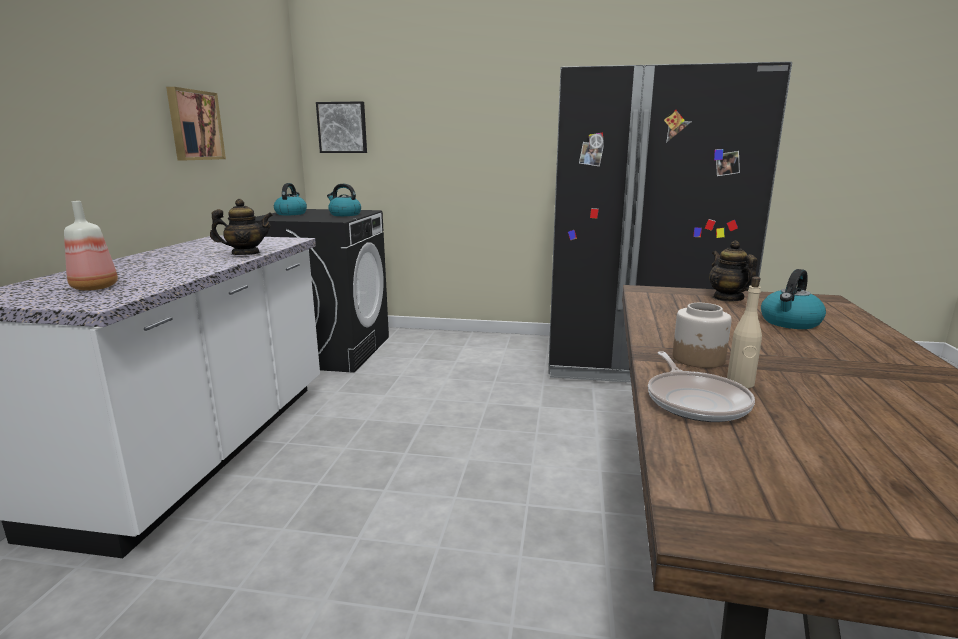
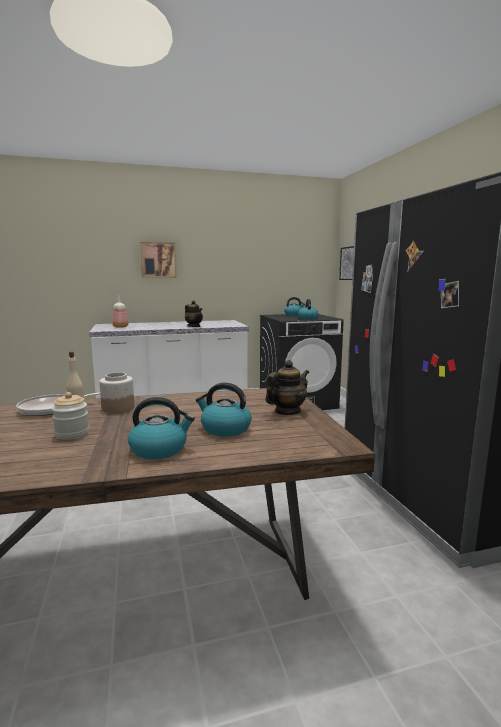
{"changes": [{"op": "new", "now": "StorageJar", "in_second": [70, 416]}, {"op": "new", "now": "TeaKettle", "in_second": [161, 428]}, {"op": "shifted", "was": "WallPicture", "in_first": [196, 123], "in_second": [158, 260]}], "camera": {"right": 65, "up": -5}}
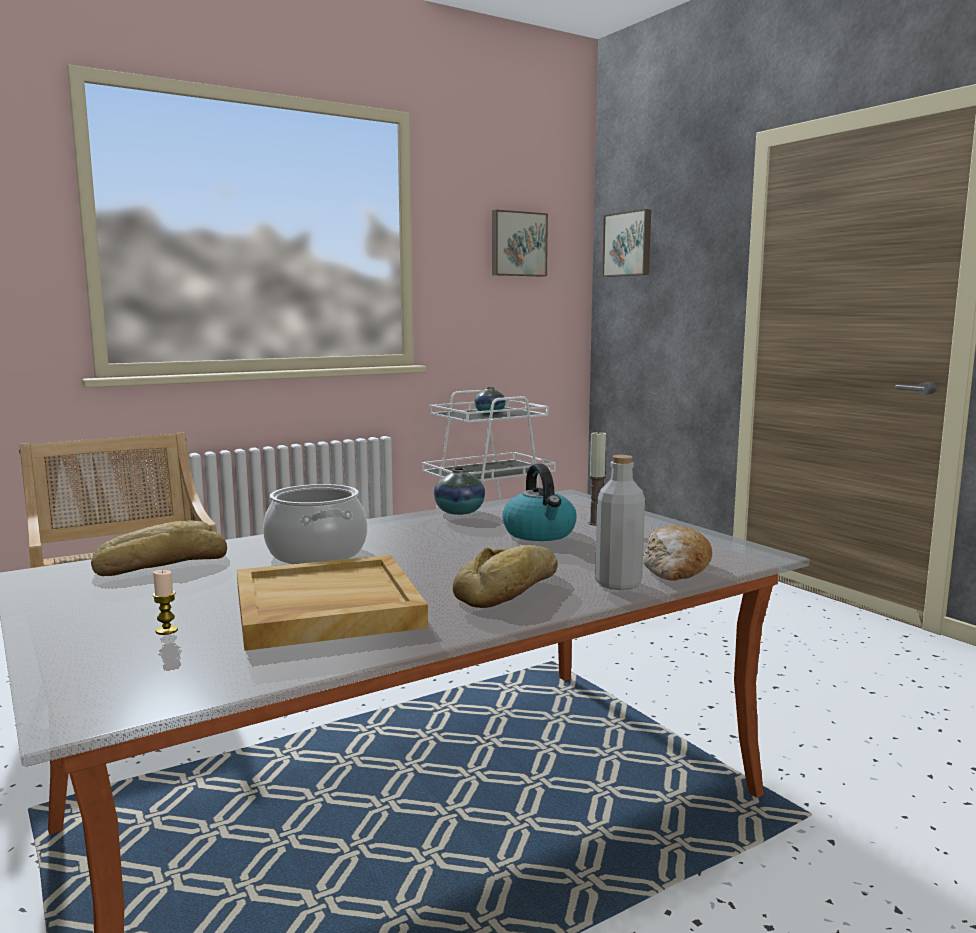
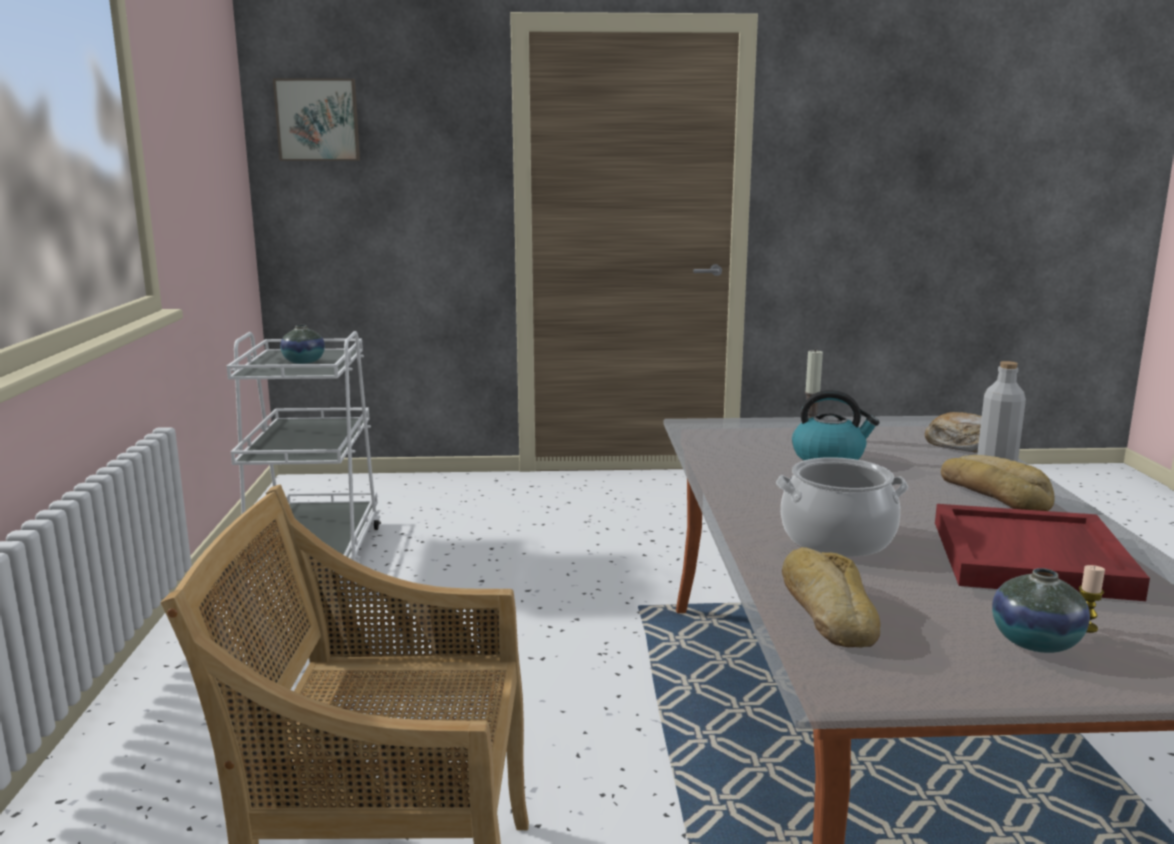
{"changes": [{"op": "gone", "was": "WallPicture", "in_first": [520, 243]}, {"op": "shifted", "was": "DecorativeVase", "in_first": [459, 491], "in_second": [1041, 610]}, {"op": "repainted", "was": "BeigeServingTray", "now": "RedColouredServingTray", "in_first": [332, 603], "in_second": [1042, 552]}], "camera": {"right": -60, "up": 5}}
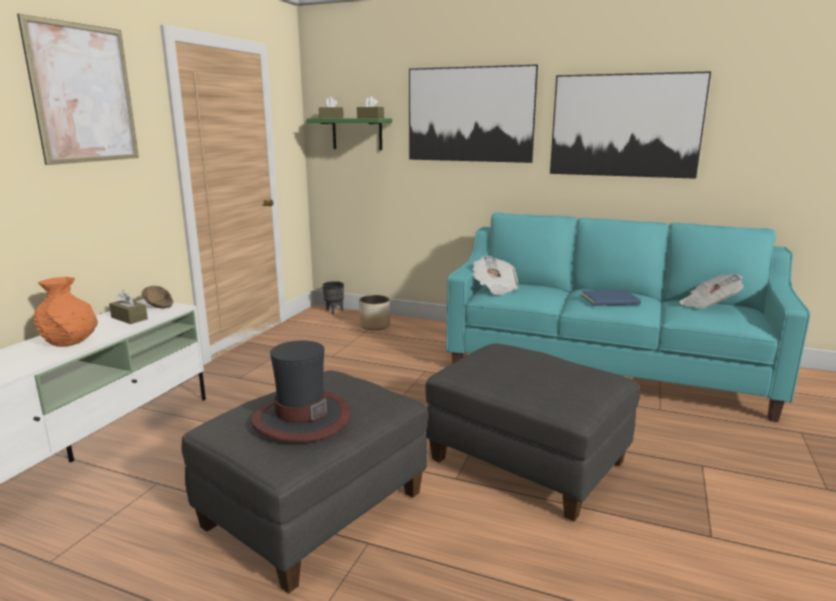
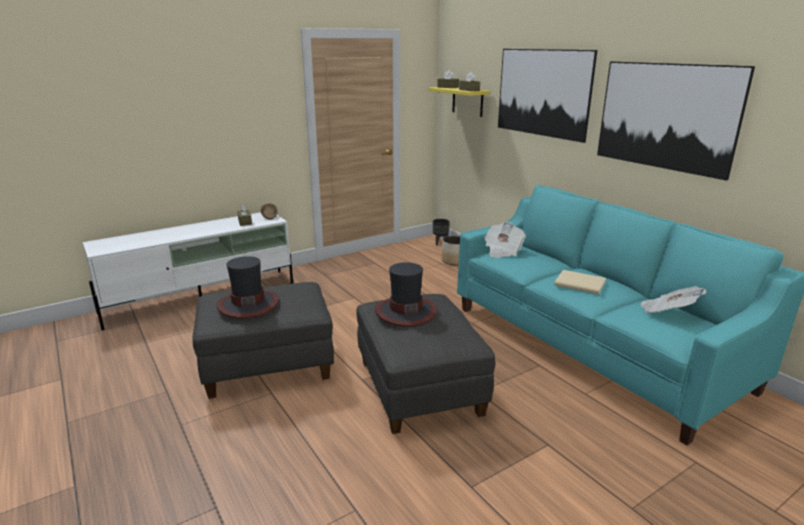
{"changes": [{"op": "gone", "was": "WallPicture", "in_first": [78, 89]}, {"op": "gone", "was": "OrangeyDecorativeVase", "in_first": [66, 312]}, {"op": "new", "now": "WearableHat", "in_second": [406, 294]}, {"op": "repainted", "was": "GreenShelf", "now": "YellowShelf", "in_first": [349, 134], "in_second": [459, 102]}, {"op": "repainted", "was": "BlueColouredVolume", "now": "BeigeVolume", "in_first": [611, 297], "in_second": [580, 282]}], "camera": {"right": 35, "up": 5}}
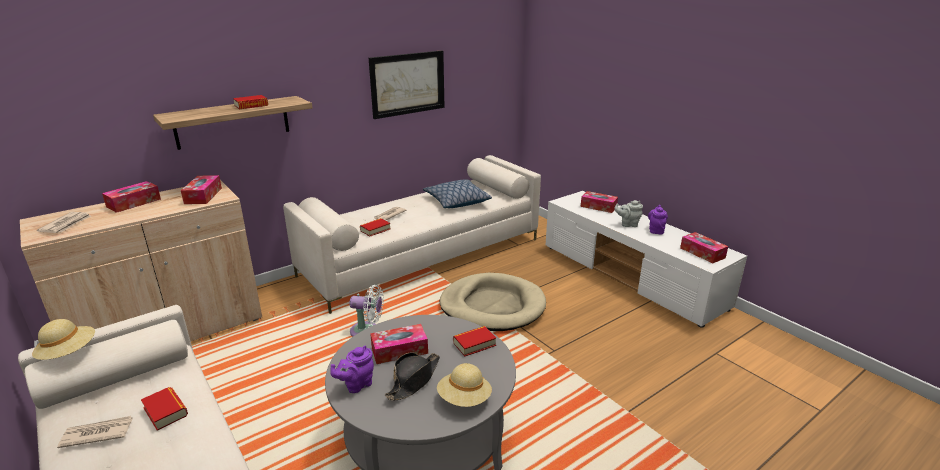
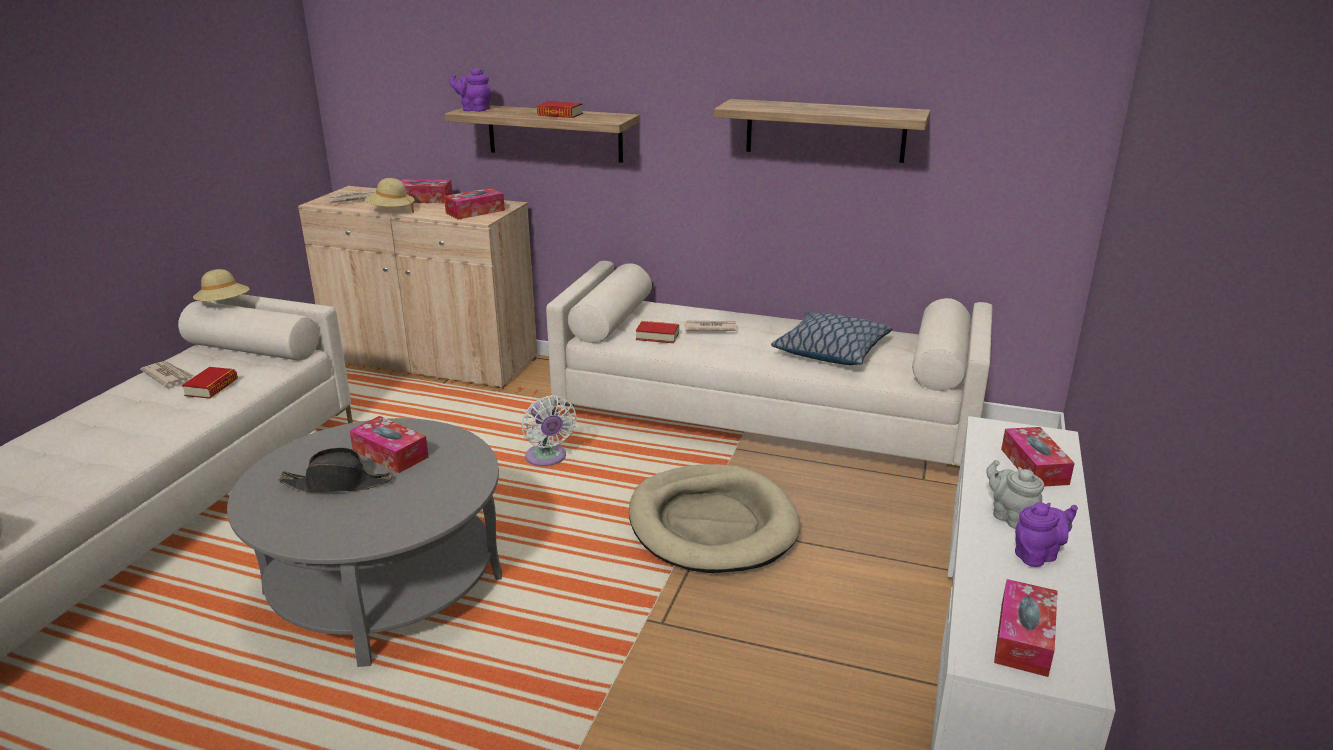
{"changes": [{"op": "gone", "was": "Volume", "in_first": [474, 341]}, {"op": "shifted", "was": "PurplePotForTea", "in_first": [352, 369], "in_second": [470, 90]}, {"op": "shifted", "was": "BeigeWearableHat", "in_first": [464, 385], "in_second": [390, 195]}, {"op": "swapped", "was": "WallPicture", "now": "Shelf", "in_first": [407, 84], "in_second": [822, 131]}], "camera": {"right": 55, "up": 0}}
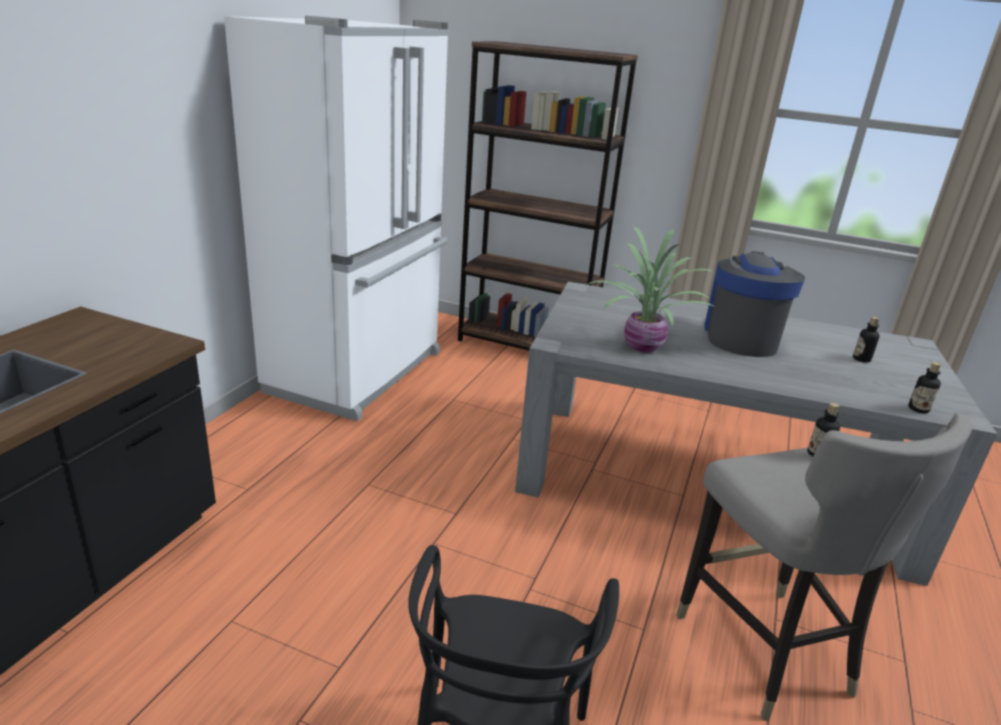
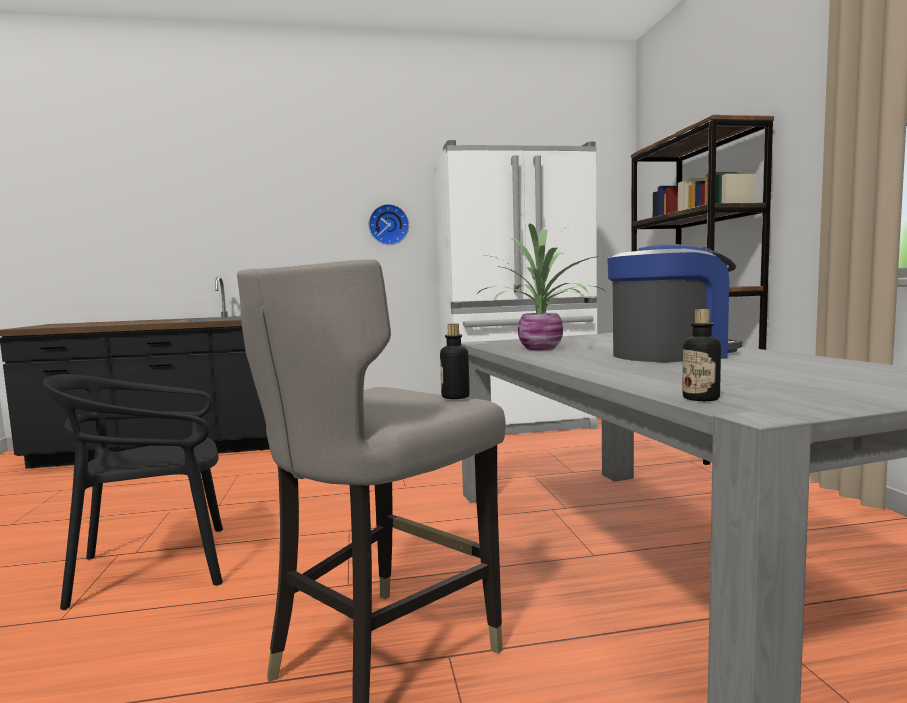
{"changes": [{"op": "gone", "was": "Bottle", "in_first": [866, 340]}, {"op": "new", "now": "WallClock", "in_second": [389, 224]}], "camera": {"right": 60, "up": -20}}
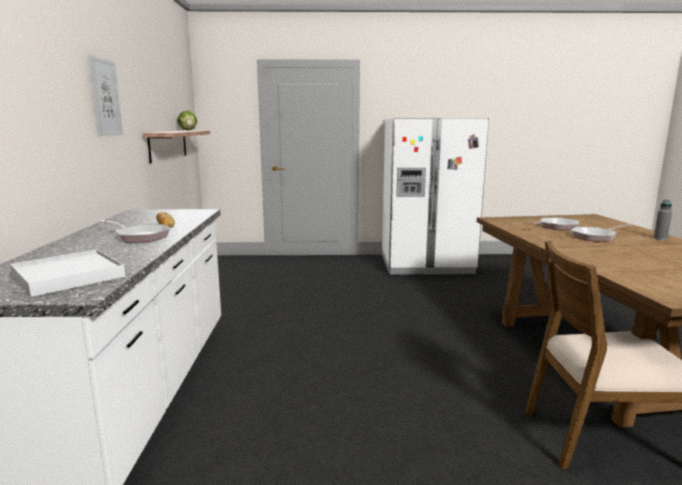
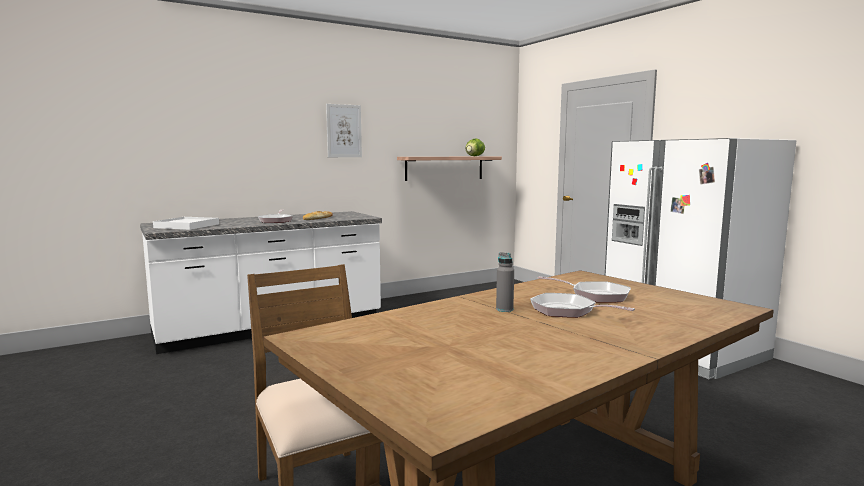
{"changes": [{"op": "shifted", "was": "GreyishBottle", "in_first": [662, 220], "in_second": [505, 282]}], "camera": {"right": 60, "up": -5}}
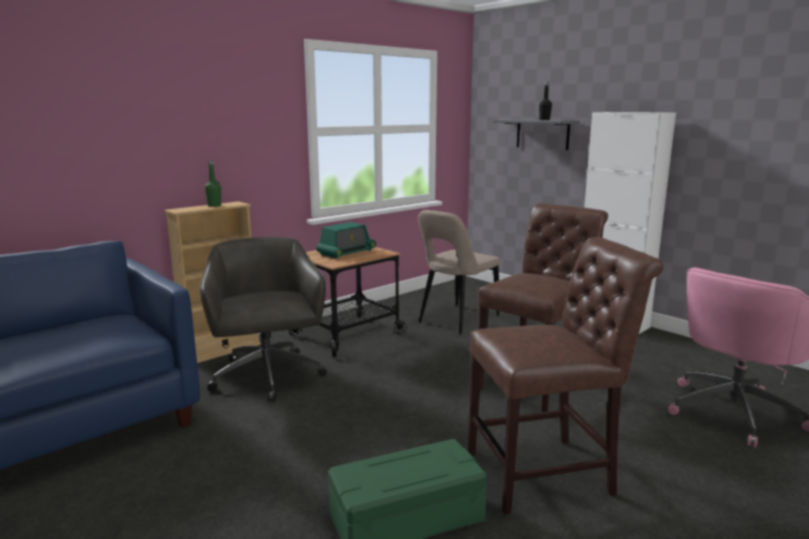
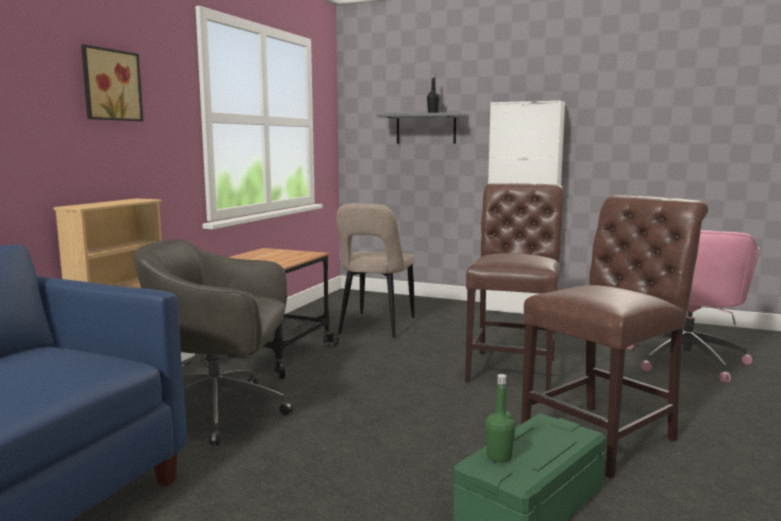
{"changes": [{"op": "gone", "was": "Radio", "in_first": [346, 240]}, {"op": "new", "now": "WallPicture", "in_second": [112, 82]}, {"op": "shifted", "was": "GreenBottle", "in_first": [213, 183], "in_second": [500, 418]}, {"op": "rotated", "was": "GreyishComputerChair", "in_first": [263, 319], "in_second": [213, 342], "clockwise": -45}], "camera": {"right": -25, "up": -5}}
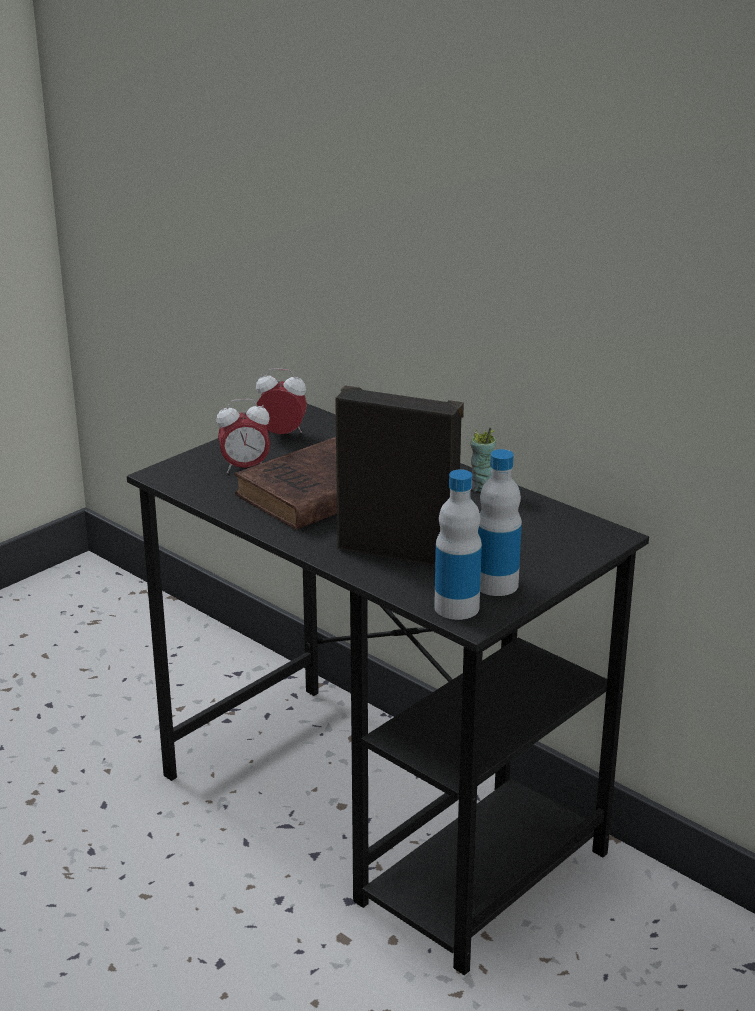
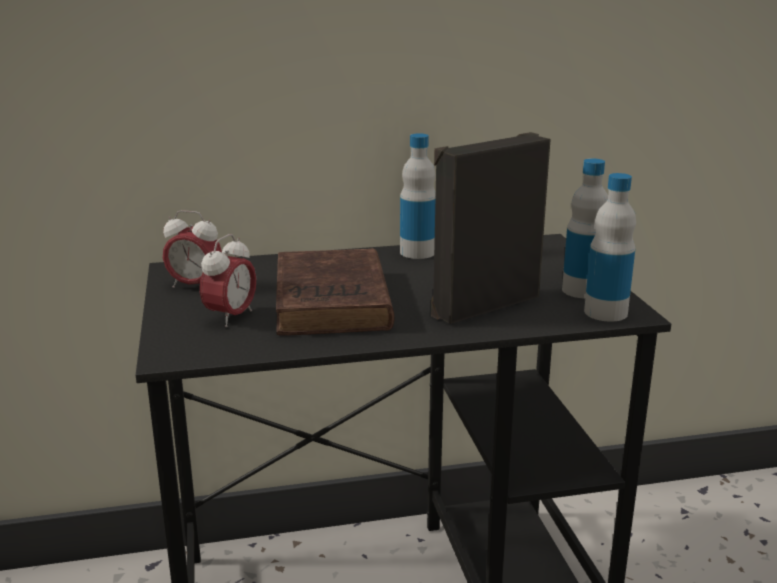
{"changes": [{"op": "swapped", "was": "Cup", "now": "Bottle", "in_first": [483, 459], "in_second": [418, 196]}, {"op": "rotated", "was": "BedsideClock", "in_first": [281, 401], "in_second": [192, 249], "clockwise": -120}], "camera": {"right": -55, "up": -5}}
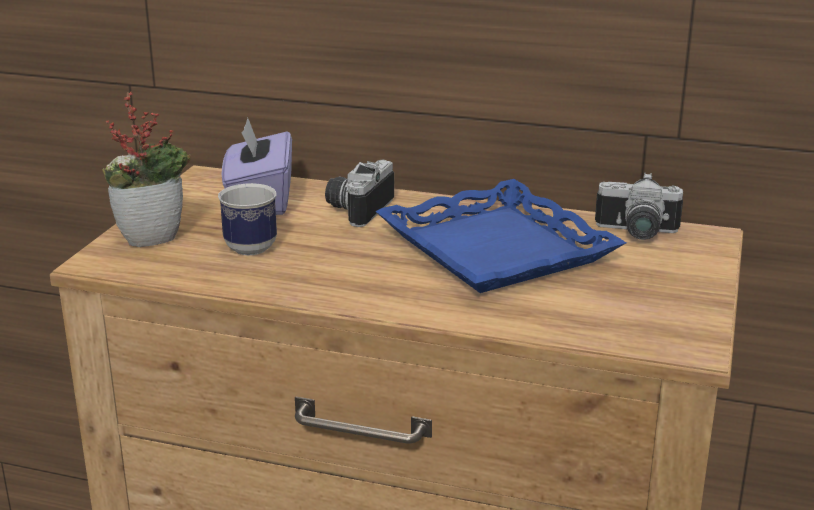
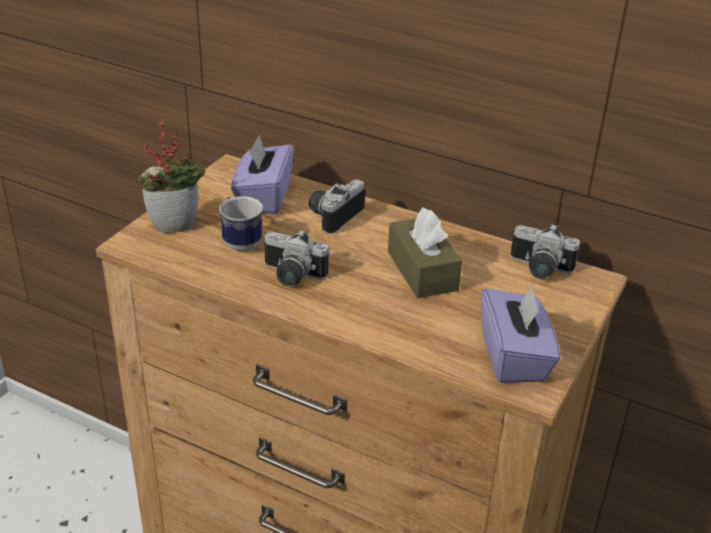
{"changes": [{"op": "new", "now": "StillCamera", "in_second": [296, 257]}, {"op": "new", "now": "PurpleTissueBox", "in_second": [520, 334]}, {"op": "swapped", "was": "BlueColouredServingTray", "now": "BrownTissueBox", "in_first": [500, 236], "in_second": [425, 253]}], "camera": {"right": 10, "up": 10}}
